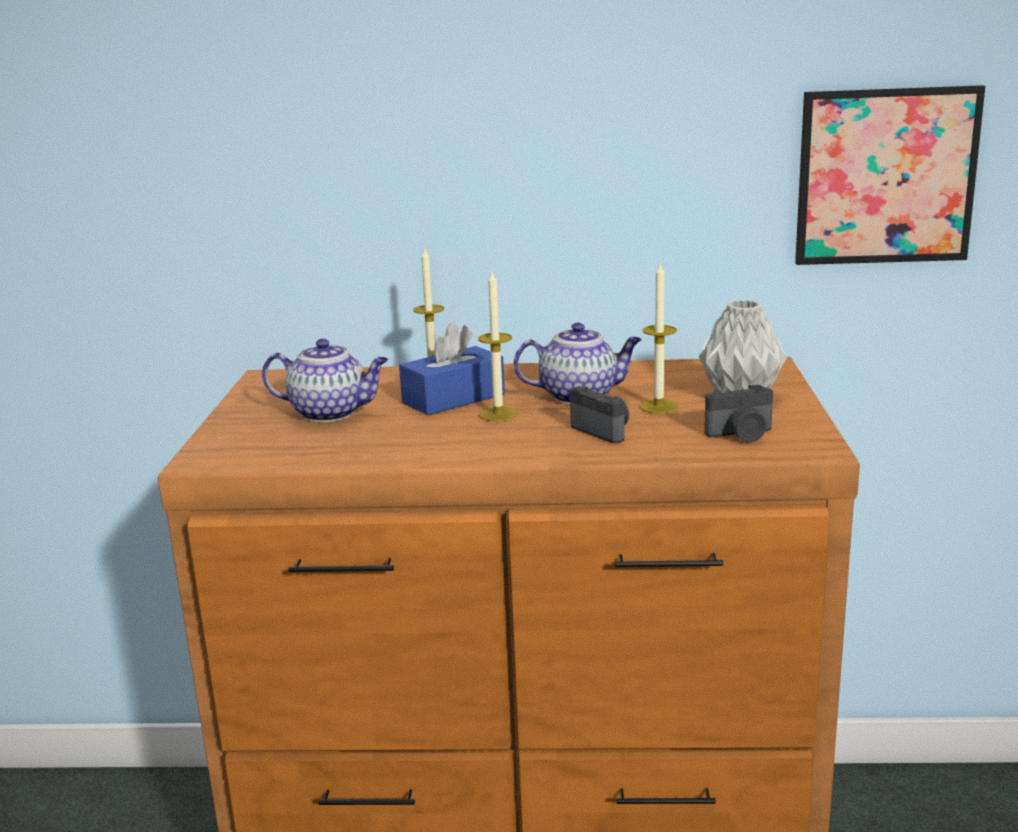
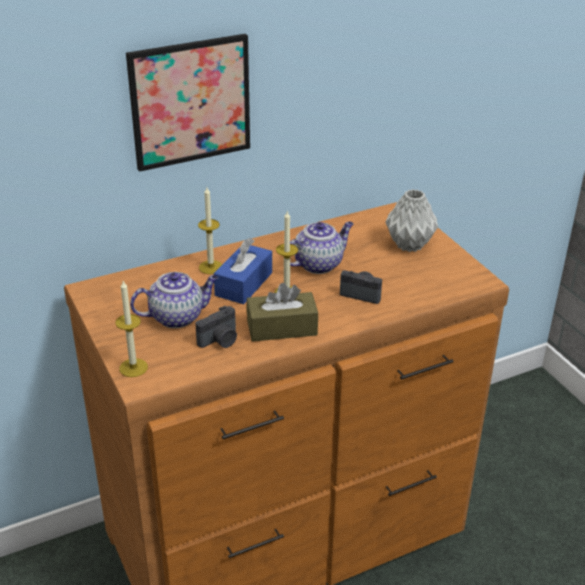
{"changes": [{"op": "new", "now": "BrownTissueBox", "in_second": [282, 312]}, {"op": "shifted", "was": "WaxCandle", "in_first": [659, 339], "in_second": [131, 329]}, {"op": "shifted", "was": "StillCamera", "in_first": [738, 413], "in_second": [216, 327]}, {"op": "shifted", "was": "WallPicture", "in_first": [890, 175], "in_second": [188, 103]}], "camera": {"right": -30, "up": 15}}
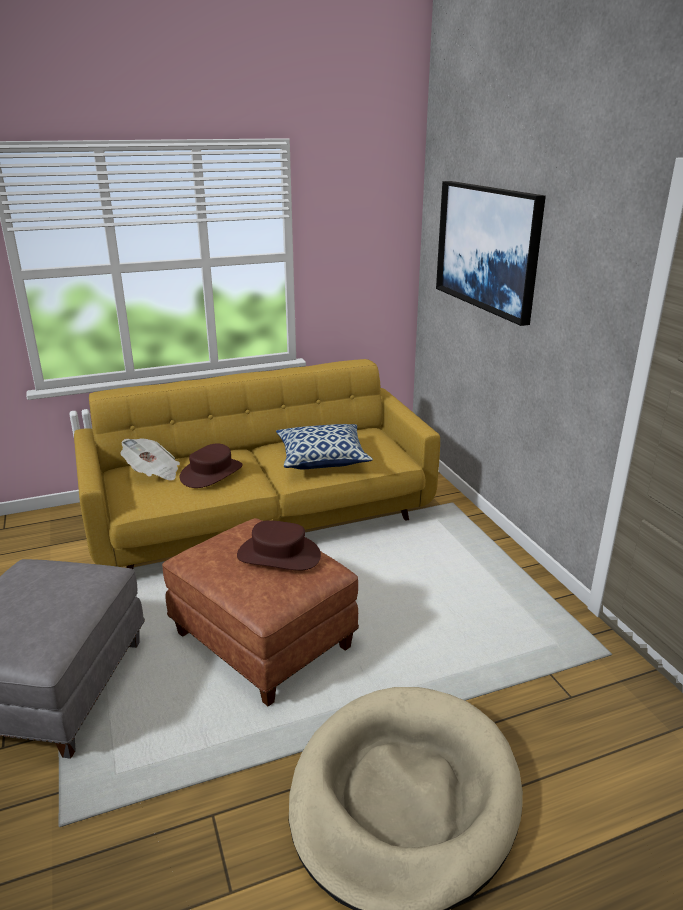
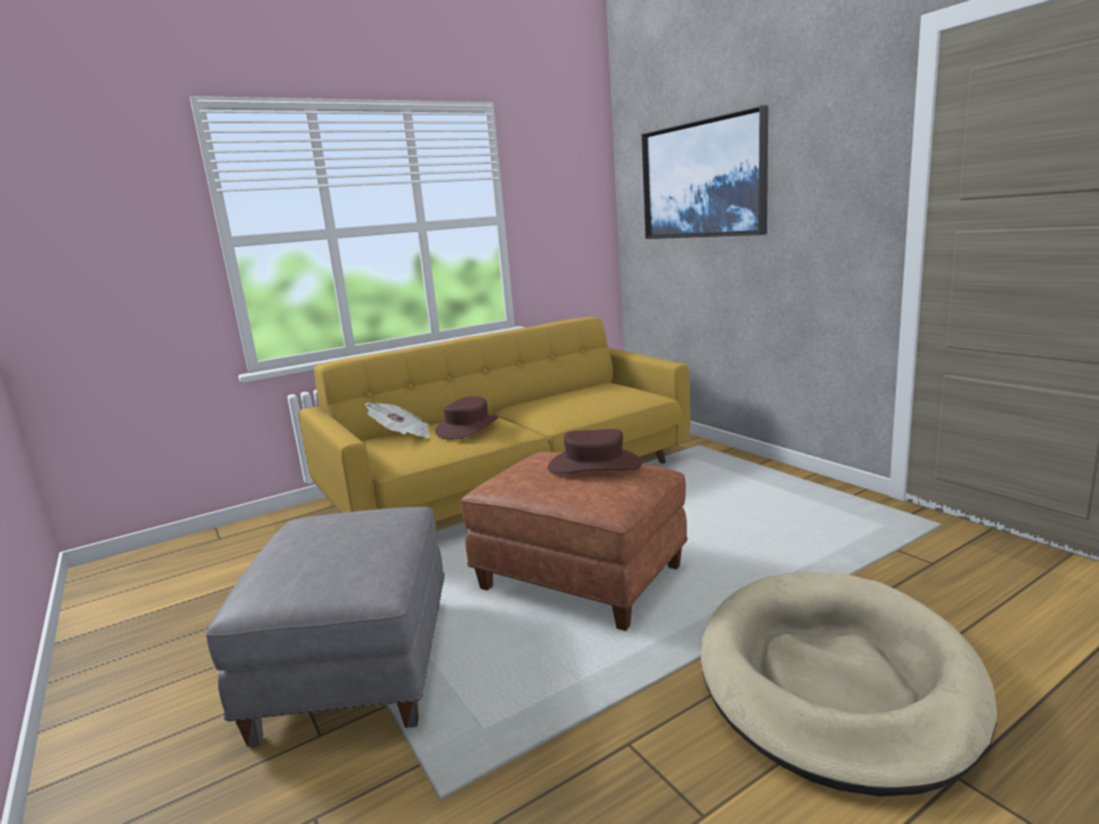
{"changes": [{"op": "gone", "was": "Pillow", "in_first": [324, 446]}], "camera": {"right": -10, "up": -10}}
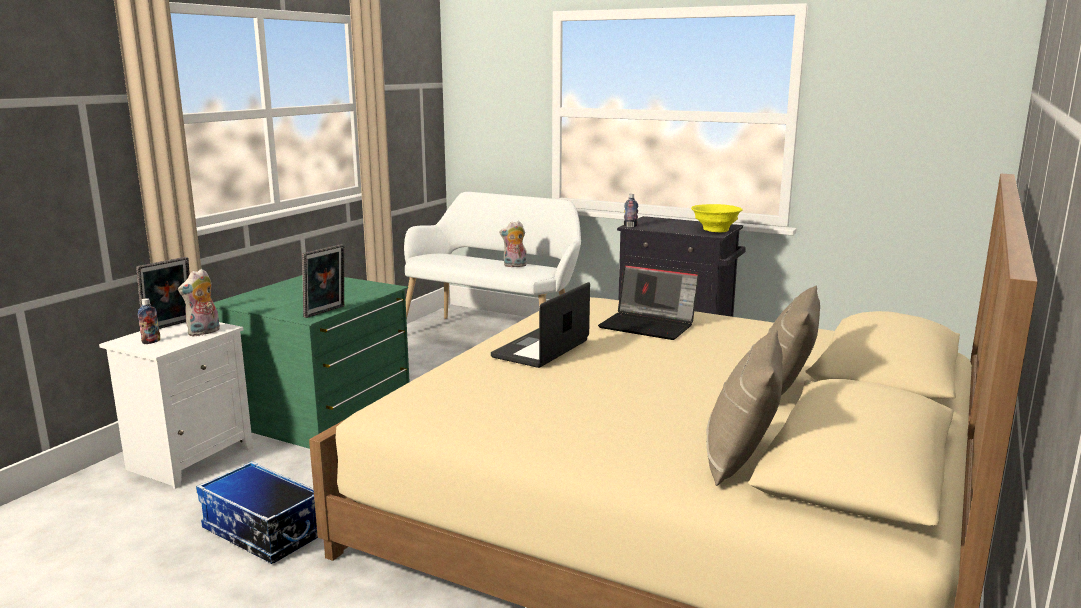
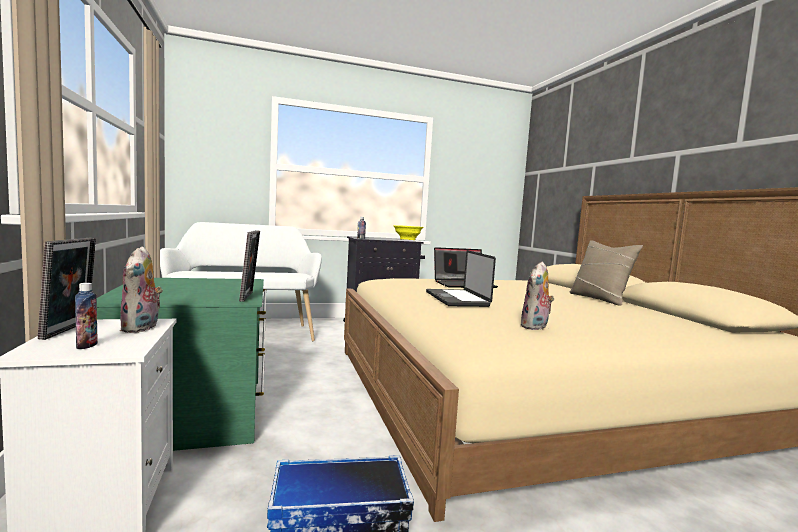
{"changes": [{"op": "gone", "was": "BeigePillow", "in_first": [744, 407]}, {"op": "shifted", "was": "CuddlyToy", "in_first": [513, 244], "in_second": [537, 296]}], "camera": {"right": -45, "up": -10}}
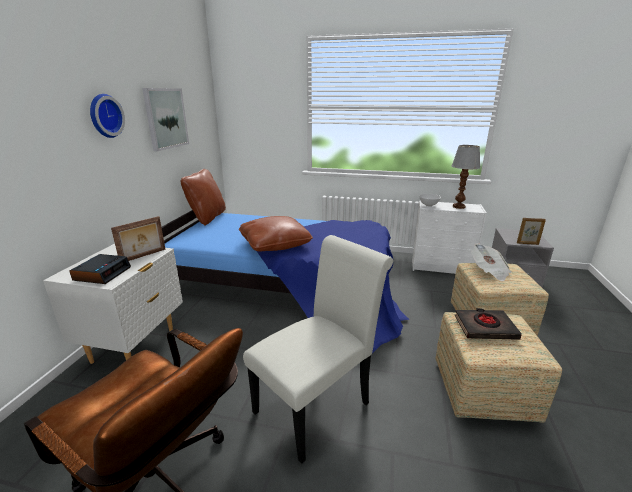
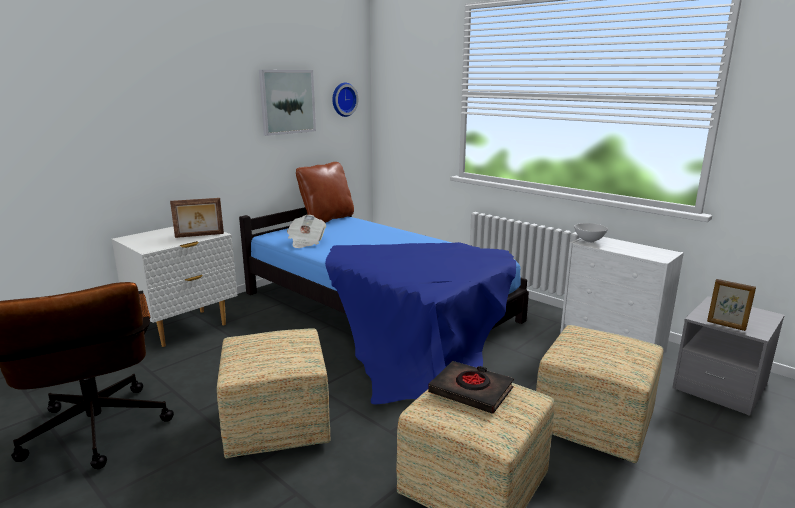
{"changes": [{"op": "gone", "was": "BedsideClock", "in_first": [100, 269]}, {"op": "gone", "was": "BrownPillow", "in_first": [276, 233]}, {"op": "gone", "was": "TabletopLamp", "in_first": [466, 177]}, {"op": "shifted", "was": "WallClock", "in_first": [107, 116], "in_second": [345, 100]}, {"op": "shifted", "was": "PrintedPaper", "in_first": [491, 262], "in_second": [306, 231]}, {"op": "swapped", "was": "WhiteColouredPlainChair", "now": "Ottoman", "in_first": [318, 349], "in_second": [273, 393]}], "camera": {"right": 30, "up": -5}}
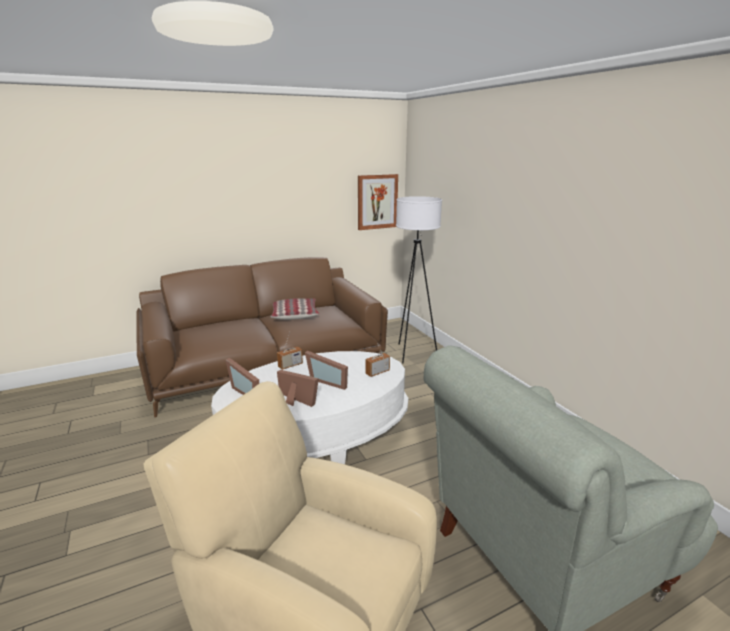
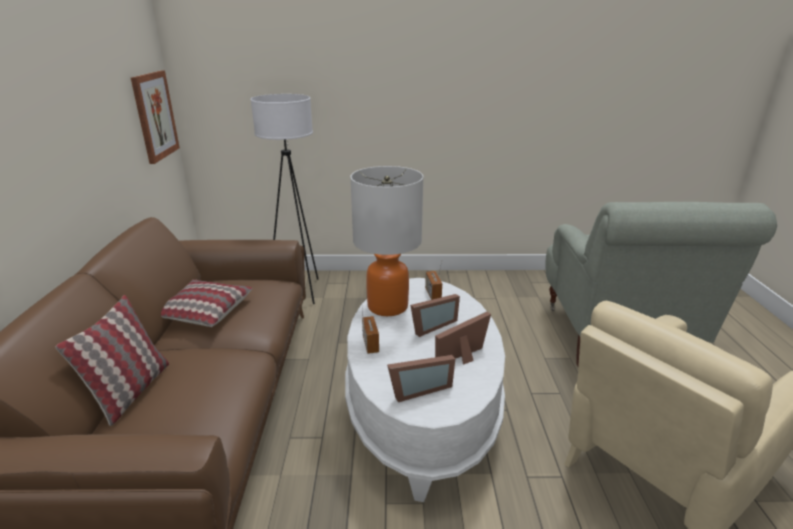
{"changes": [{"op": "new", "now": "Pillow", "in_second": [112, 360]}, {"op": "new", "now": "TabletopLamp", "in_second": [387, 241]}], "camera": {"right": -65, "up": 5}}
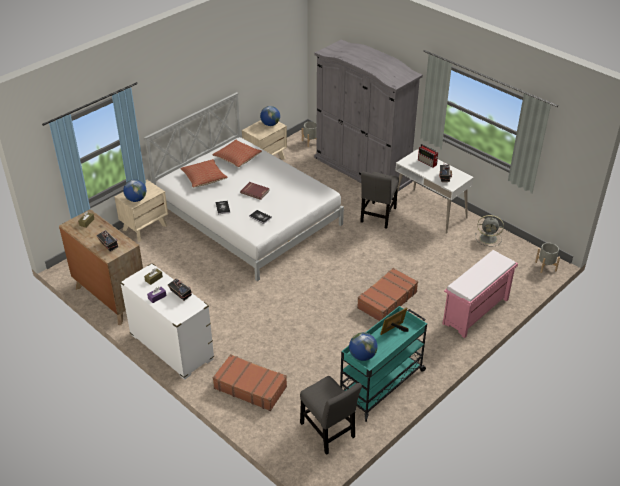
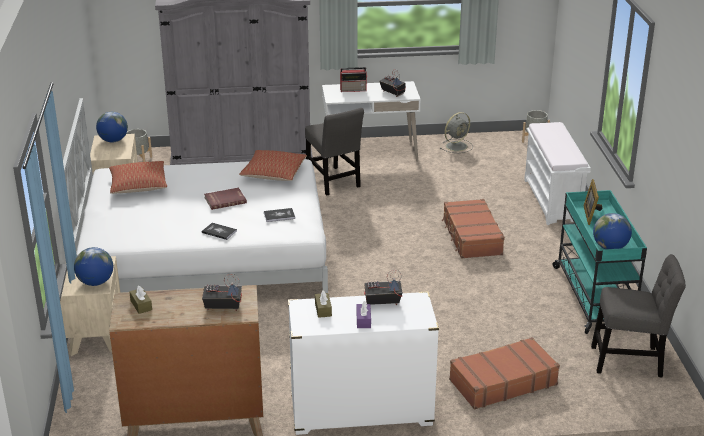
{"changes": [{"op": "shifted", "was": "Pillow", "in_first": [204, 173], "in_second": [273, 165]}, {"op": "repainted", "was": "PinkishLongSeat", "now": "WhiteColouredLongSeat", "in_first": [480, 294], "in_second": [557, 173]}], "camera": {"right": -50, "up": -10}}
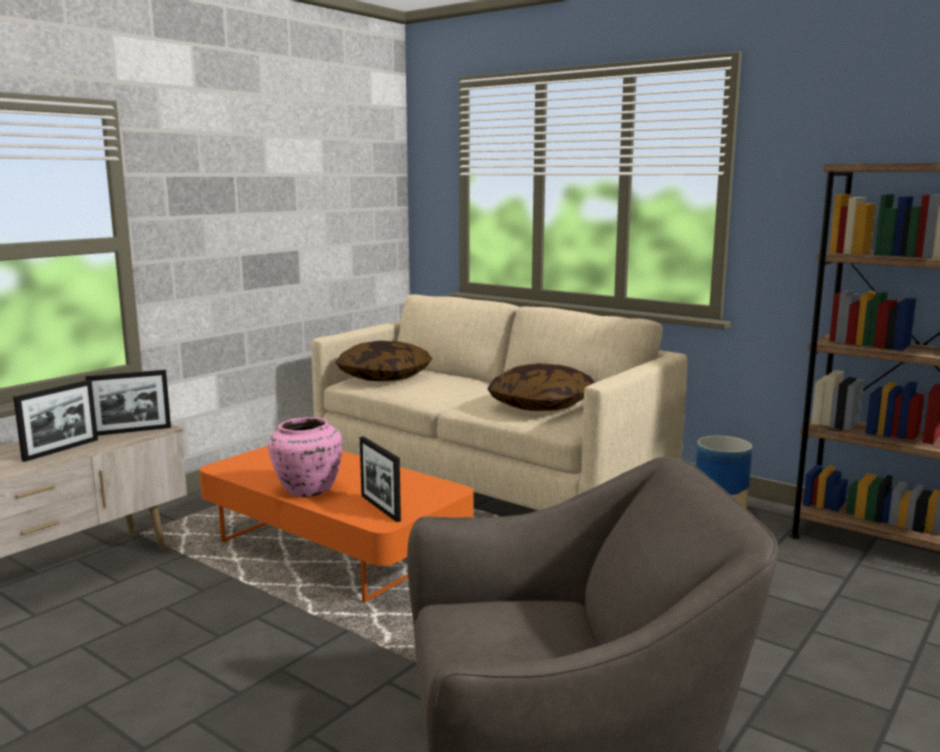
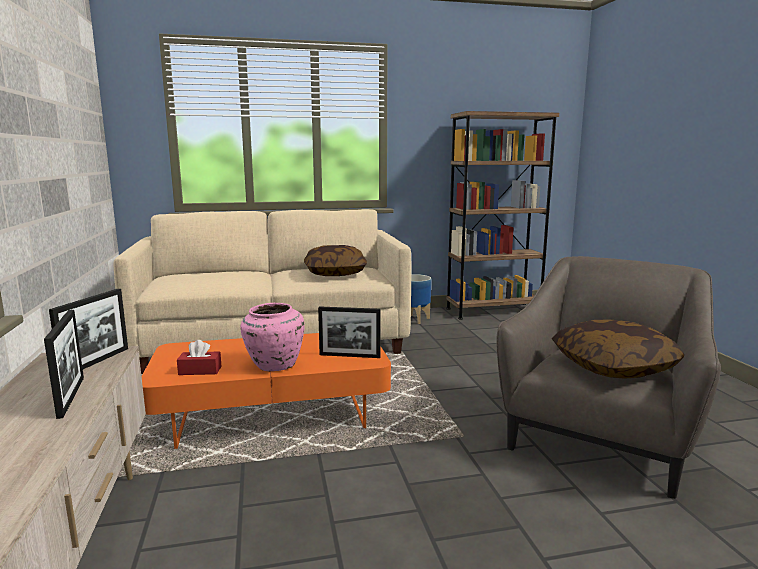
{"changes": [{"op": "new", "now": "RedColouredTissueBox", "in_second": [199, 357]}, {"op": "shifted", "was": "Pillow", "in_first": [383, 360], "in_second": [618, 349]}], "camera": {"right": -50, "up": 0}}
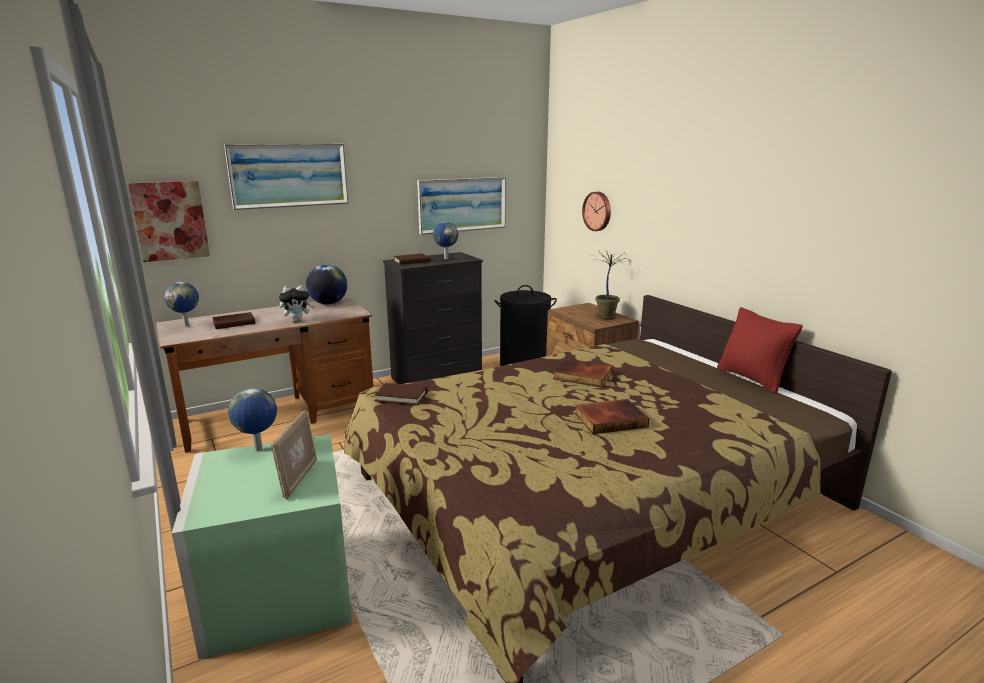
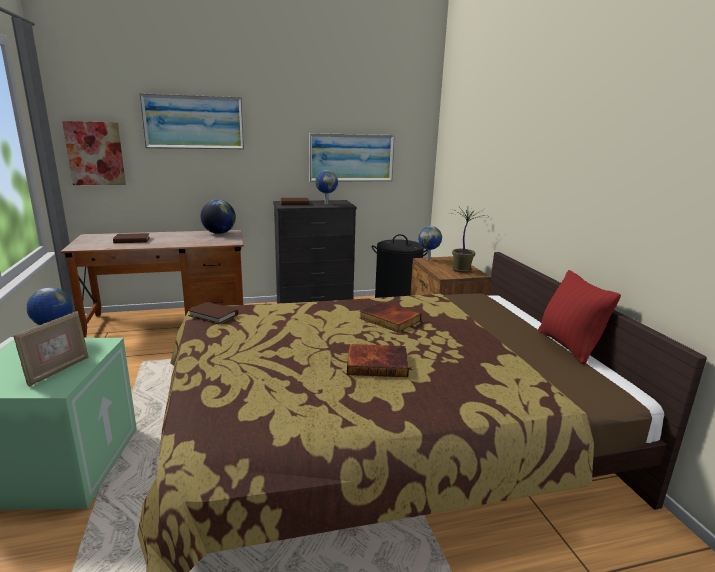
{"changes": [{"op": "gone", "was": "CuddlyToy", "in_first": [297, 303]}, {"op": "gone", "was": "WallClock", "in_first": [596, 211]}, {"op": "shifted", "was": "Globe", "in_first": [181, 304], "in_second": [430, 243]}], "camera": {"right": 15, "up": 0}}
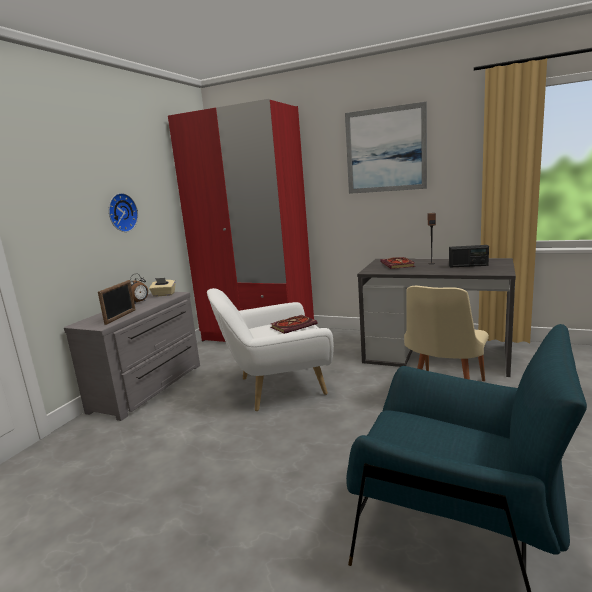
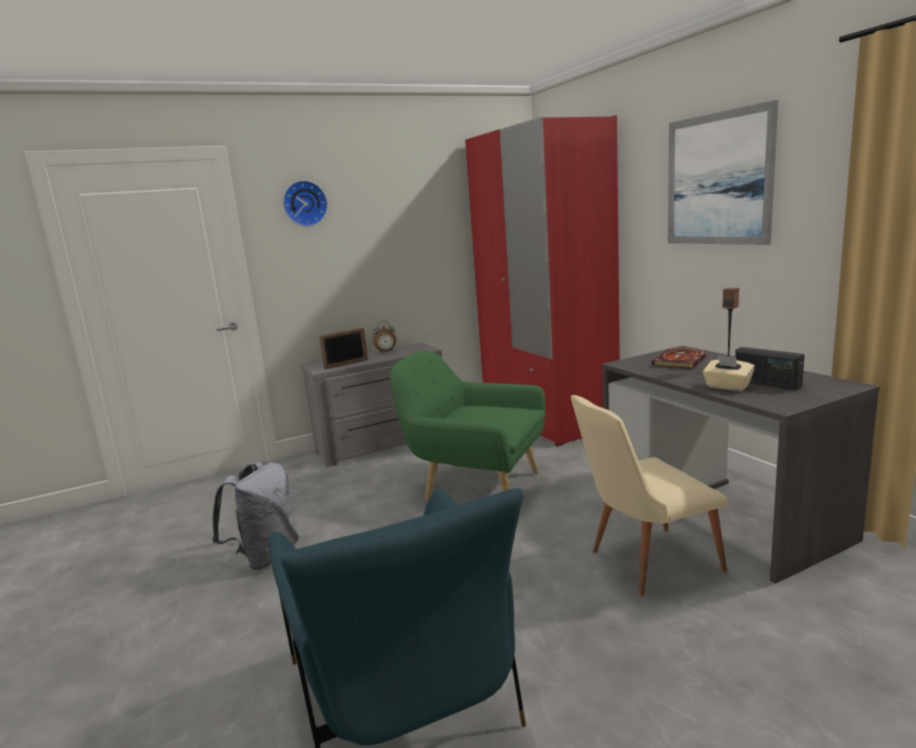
{"changes": [{"op": "gone", "was": "Volume", "in_first": [294, 324]}, {"op": "new", "now": "GreyishBackpack", "in_second": [255, 516]}, {"op": "shifted", "was": "WallClock", "in_first": [123, 212], "in_second": [305, 203]}, {"op": "shifted", "was": "BeigeTissueBox", "in_first": [162, 287], "in_second": [729, 373]}, {"op": "repainted", "was": "WhiteColouredArmchair", "now": "GreenArmchair", "in_first": [270, 349], "in_second": [468, 425]}], "camera": {"right": 40, "up": 0}}
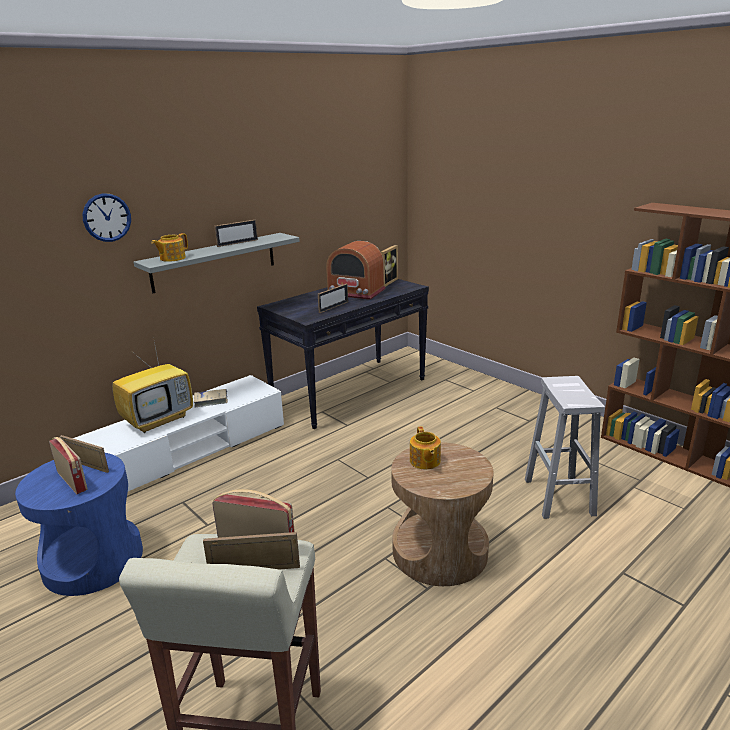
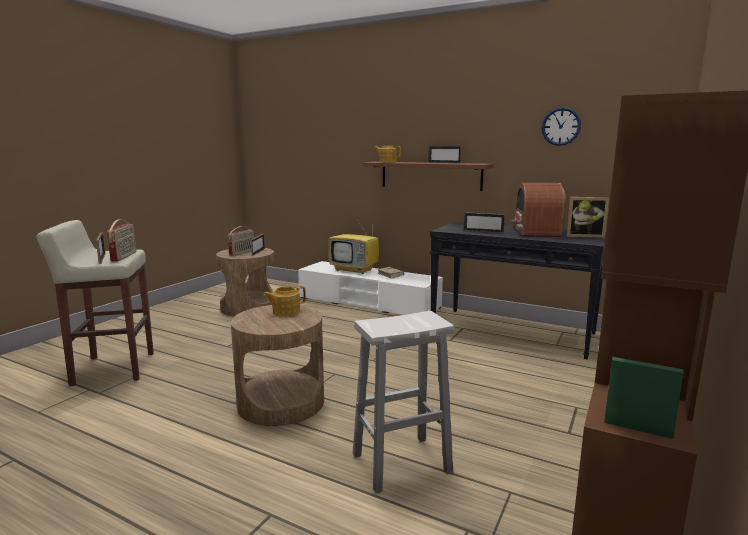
{"changes": [{"op": "shifted", "was": "WallClock", "in_first": [107, 217], "in_second": [561, 126]}, {"op": "repainted", "was": "BlueColouredSideTable", "now": "BrownSideTable", "in_first": [79, 524], "in_second": [245, 282]}, {"op": "repainted", "was": "GreyishShelf", "now": "BrownShelf", "in_first": [217, 263], "in_second": [428, 176]}], "camera": {"right": 70, "up": -10}}
